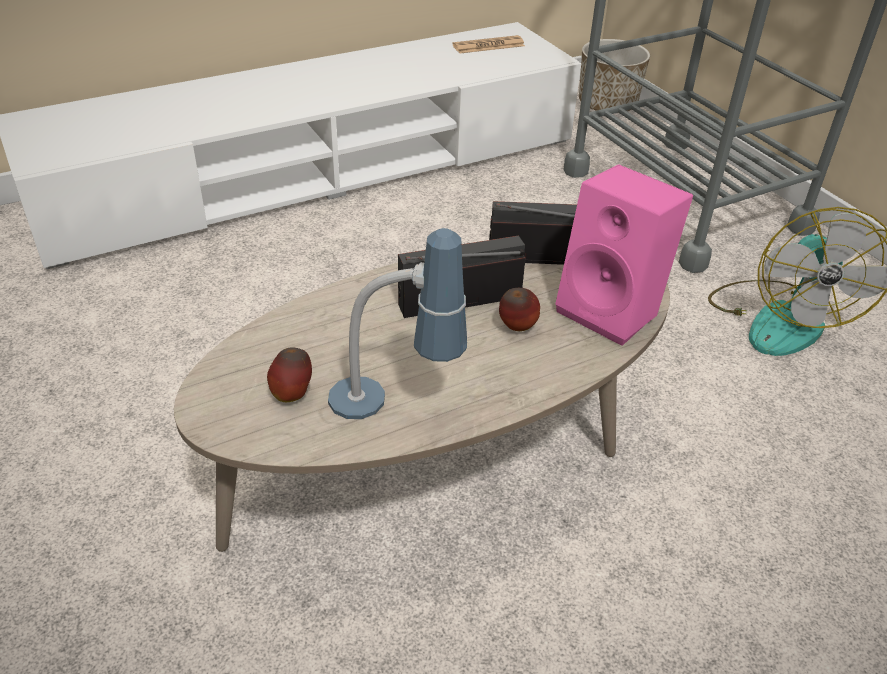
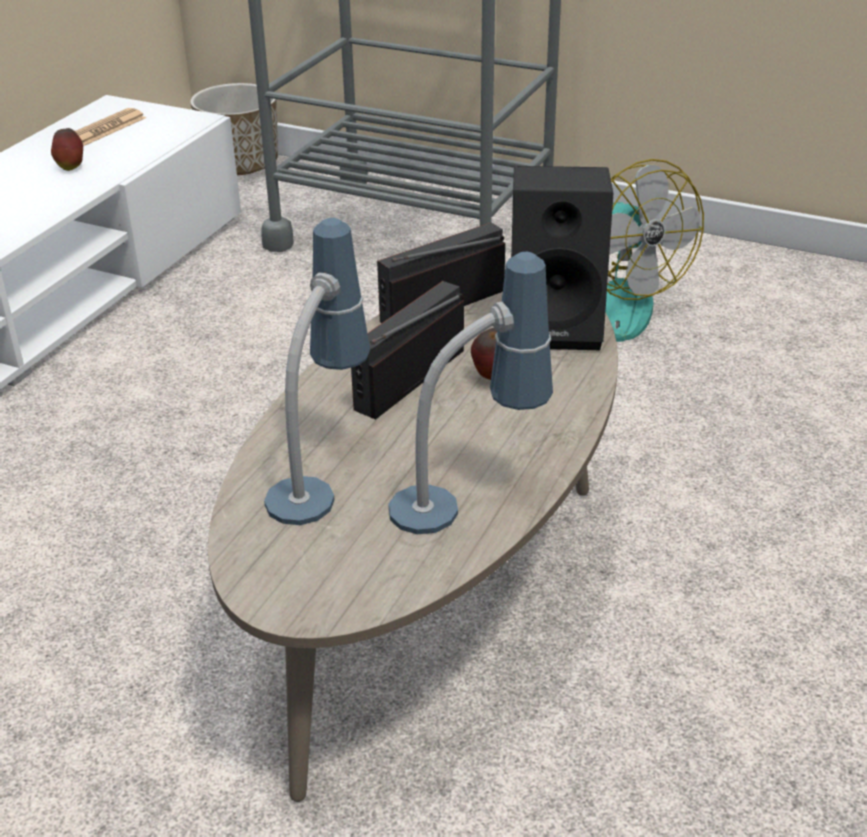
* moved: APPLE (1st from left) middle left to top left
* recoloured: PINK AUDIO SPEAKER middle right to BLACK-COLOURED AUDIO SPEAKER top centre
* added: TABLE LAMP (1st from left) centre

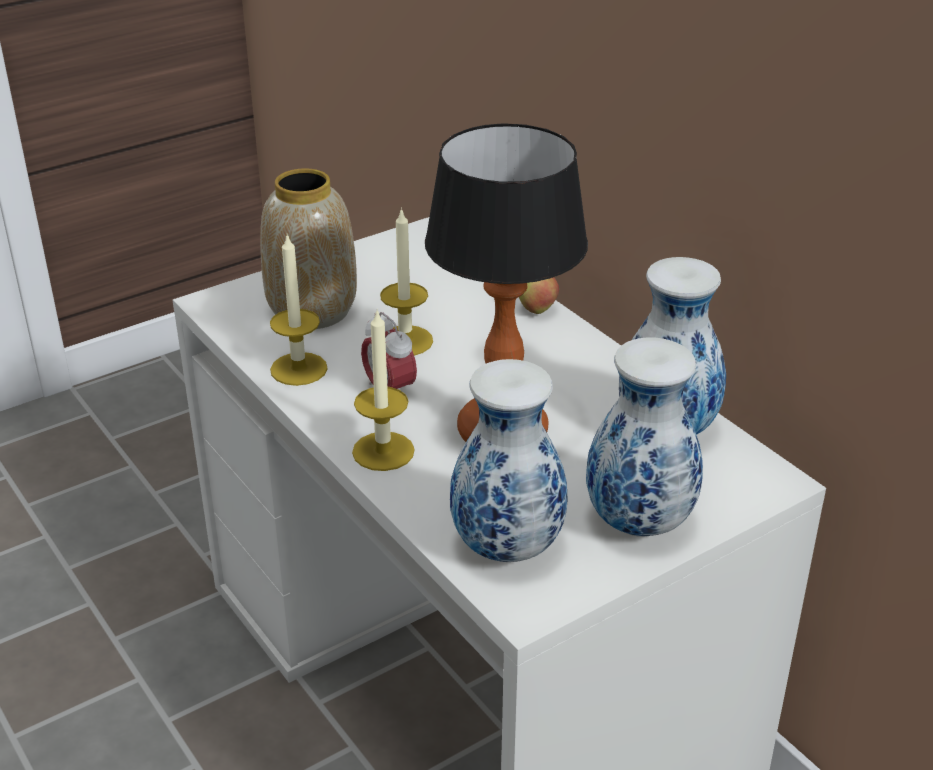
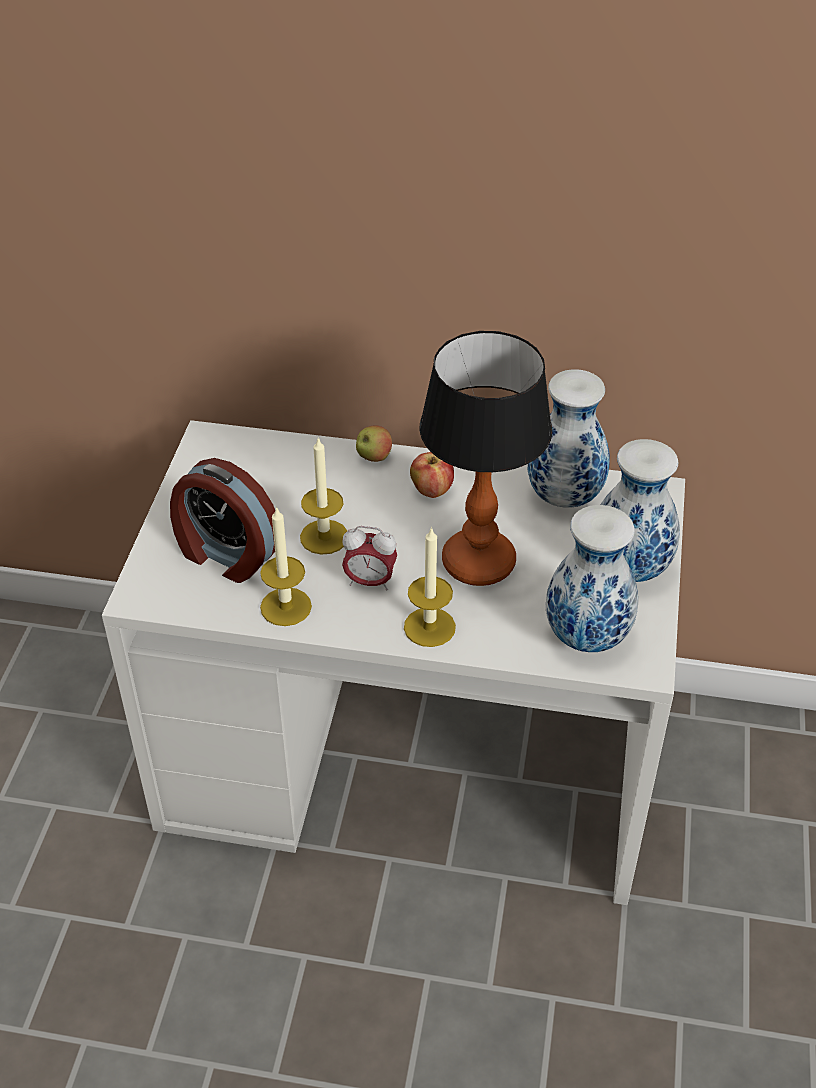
* replaced: DECORATIVE VASE (1st from left) top left to BEDSIDE CLOCK (1st from left) middle left
* added: APPLE (2nd from left) centre

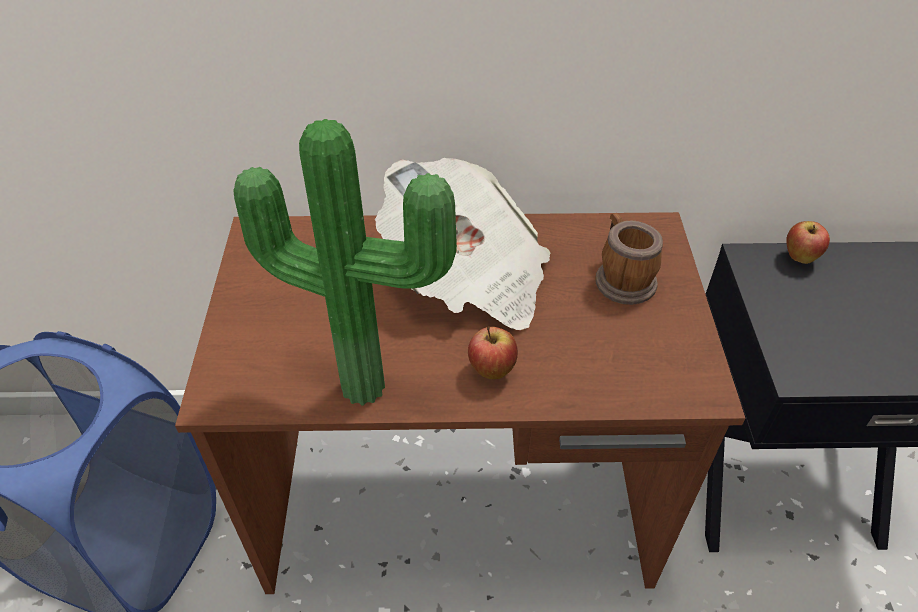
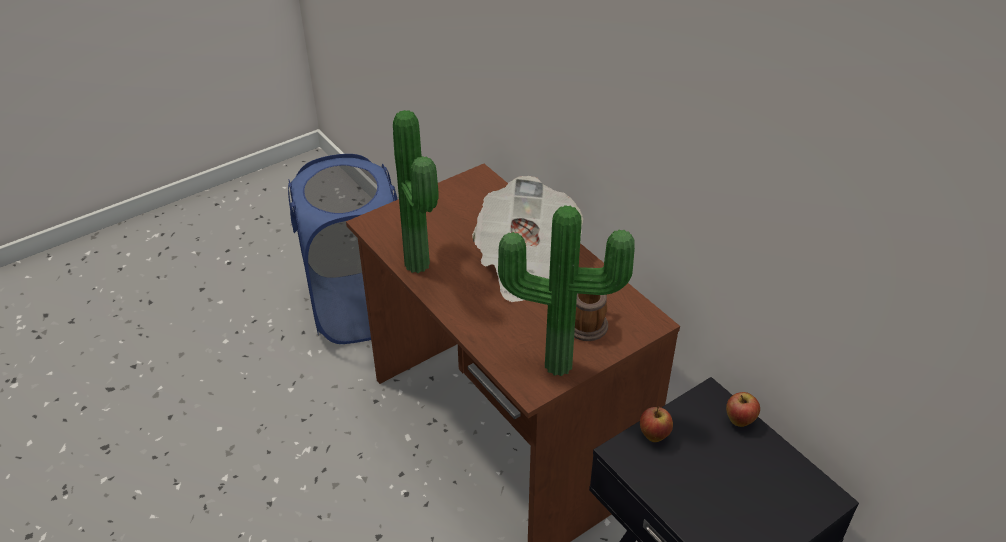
* moved: APPLE (1st from left) centre to bottom centre
* added: PLANT IN A POT (2nd from left) centre

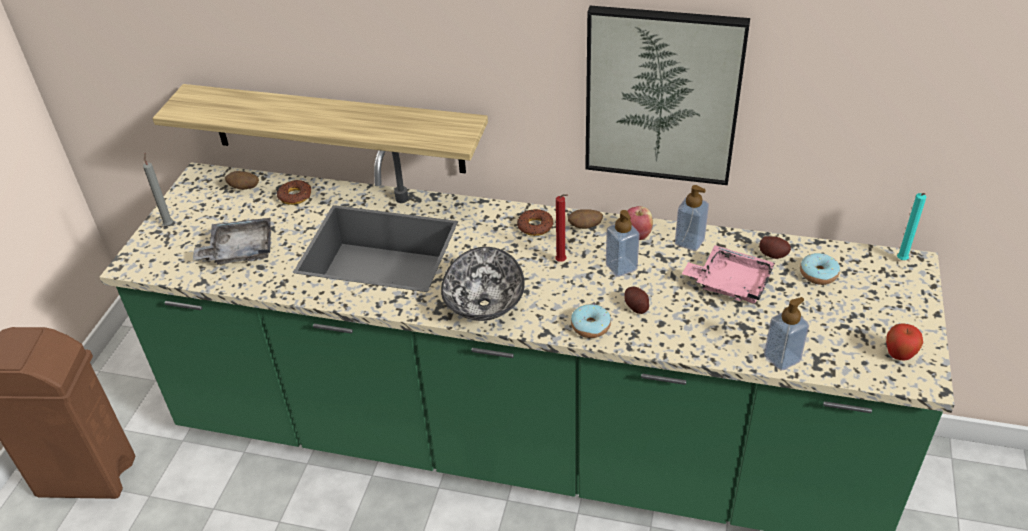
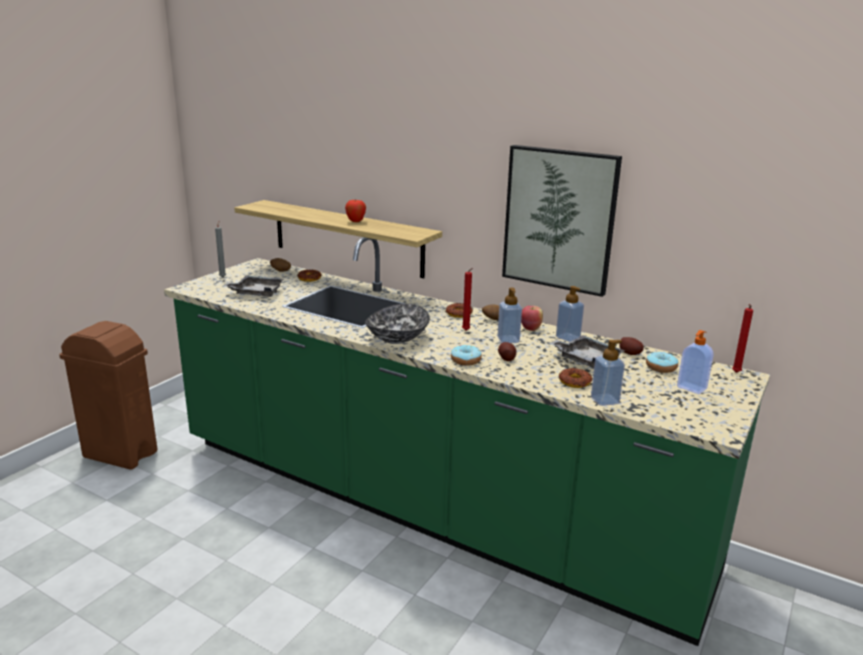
* recoloured: PINK TRAY middle right to GREYISH TRAY (2nd from left) middle right
* moved: APPLE (2nd from left in the first image) middle right to APPLE (1st from left) top centre
* recoloured: BLUE-GREEN WAX LIGHT middle right to RED WAX LIGHT (2nd from left) middle right
* added: RING DOUGHNUT (4th from left) centre
* added: SOAP DISPENSER (4th from left) middle right

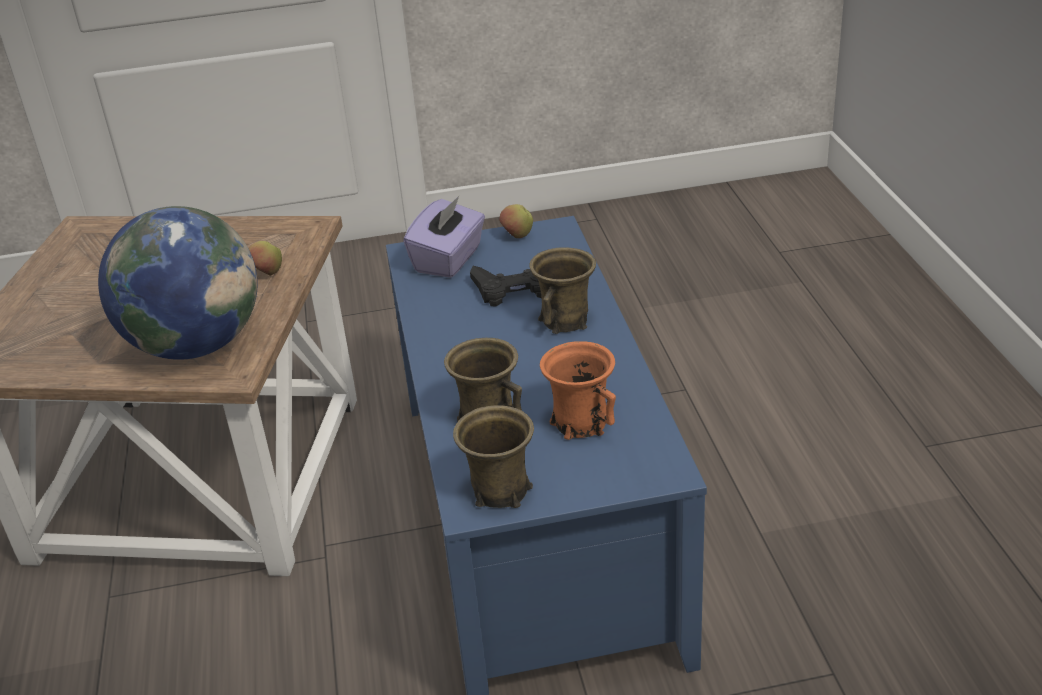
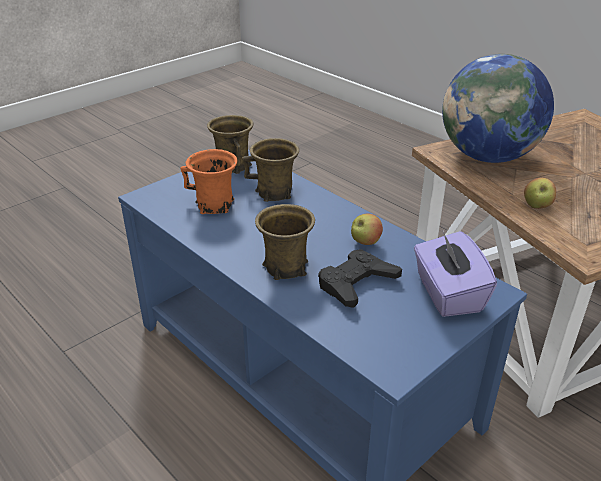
* moved: APPLE (2nd from left in the first image) top centre to APPLE (1st from left) centre

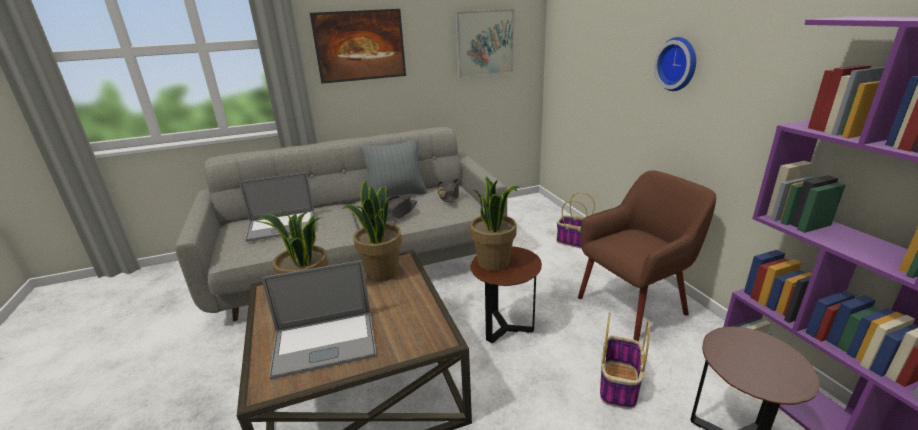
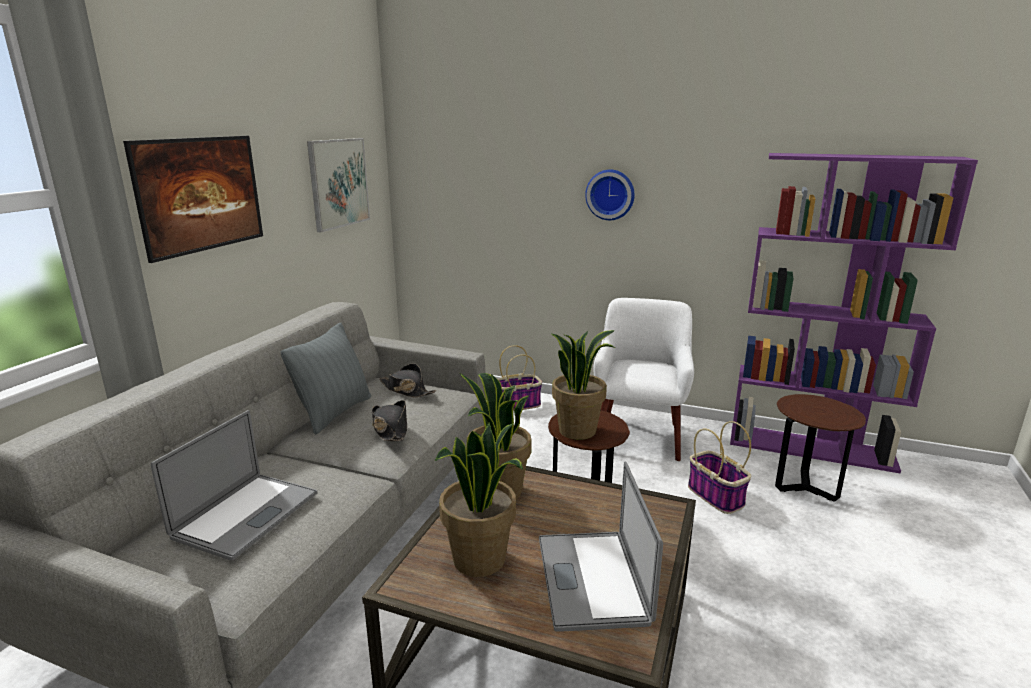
* turned: NOTEBOOK COMPUTER (2nd from left) bottom centre = bottom centre 150 degrees clockwise
* recoloured: BROWN-COLOURED LOUNGE CHAIR middle right to WHITE LOUNGE CHAIR centre

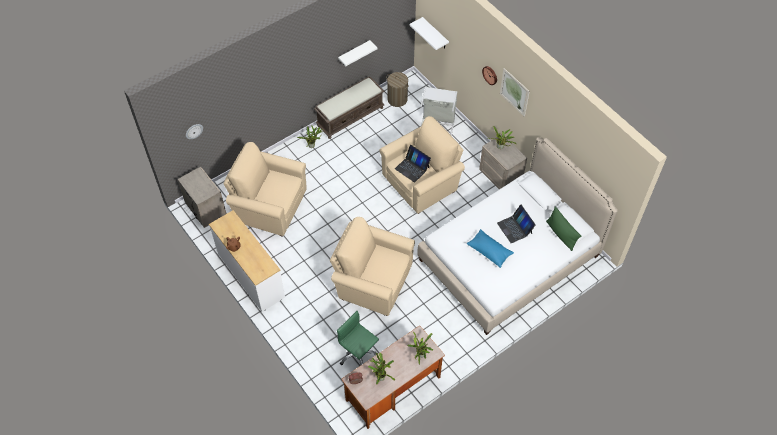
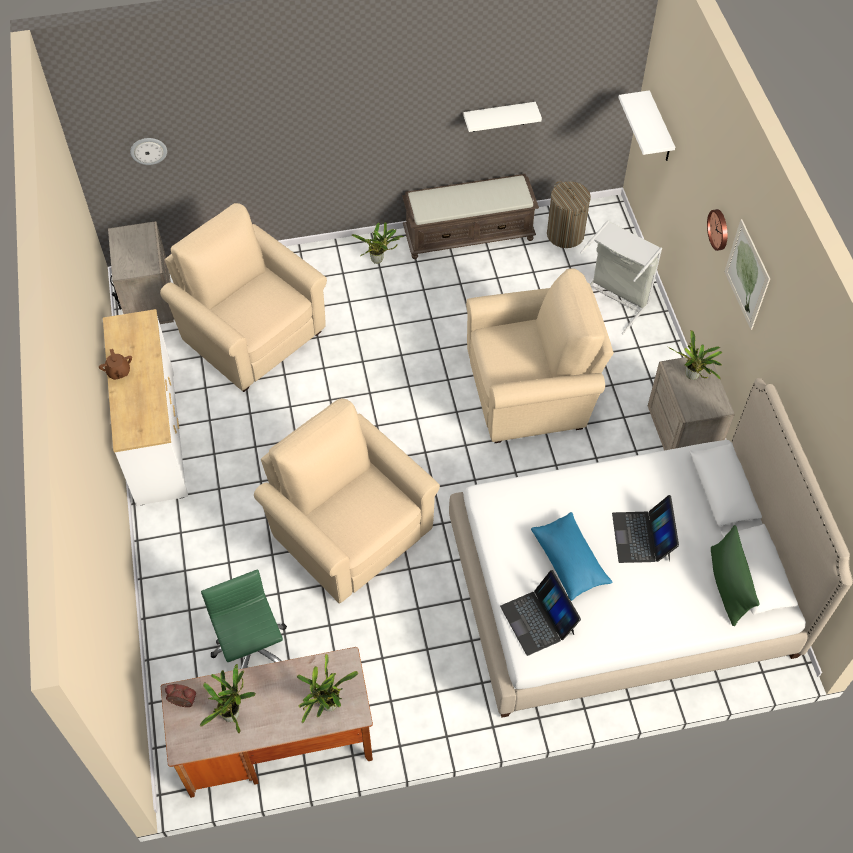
* moved: NOTEBOOK COMPUTER (1st from left) centre to bottom centre

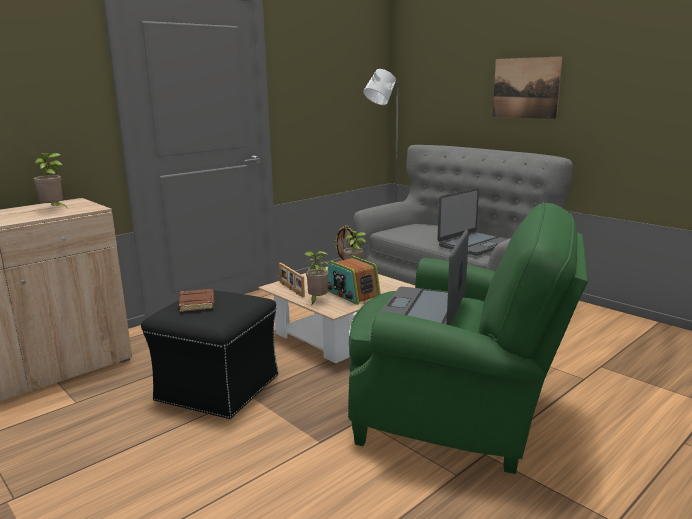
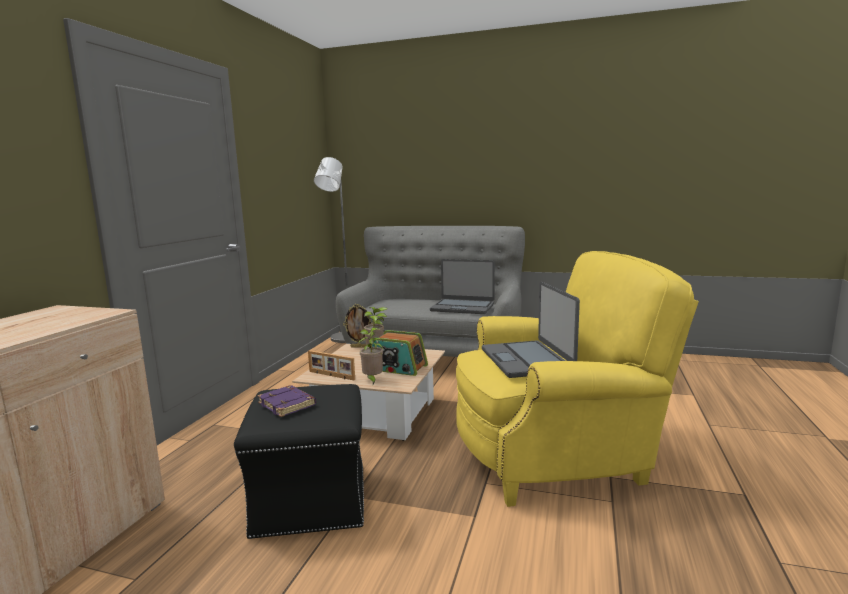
* removed: PLANT IN A POT (1st from left) middle left
* recoloured: BROWN-COLOURED BOUND BOOK middle left to PURPLISH BOUND BOOK bottom centre
* recoloured: GREENISH LOUNGE CHAIR middle right to YELLOW-COLOURED LOUNGE CHAIR middle right
* turned: NOTEBOOK COMPUTER (2nd from left in the first image) middle right = centre 90 degrees clockwise
* removed: WALL ART top right

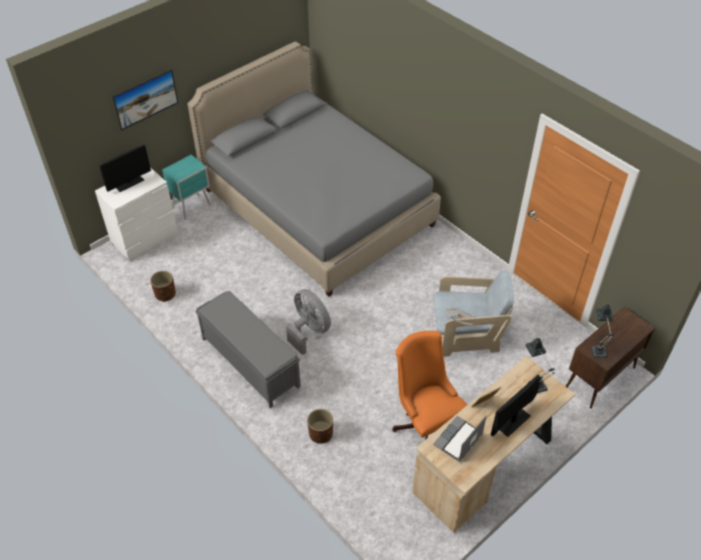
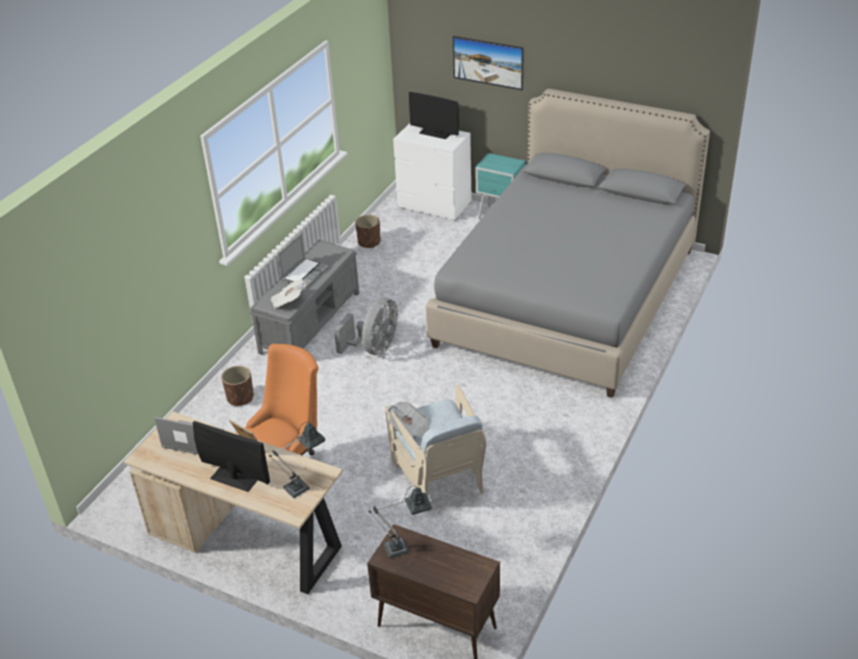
* added: NEWSPAPER (1st from left) centre
* added: NOTEBOOK COMPUTER (2nd from left) centre

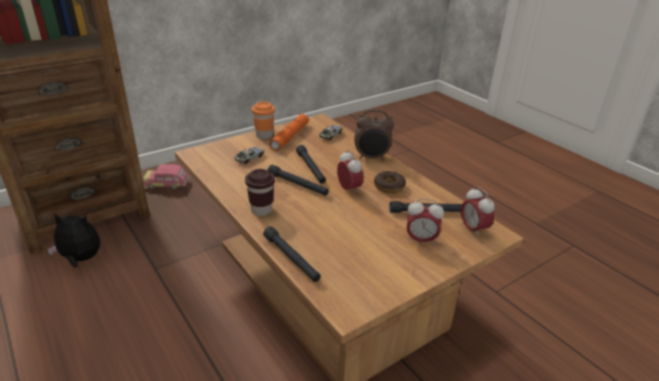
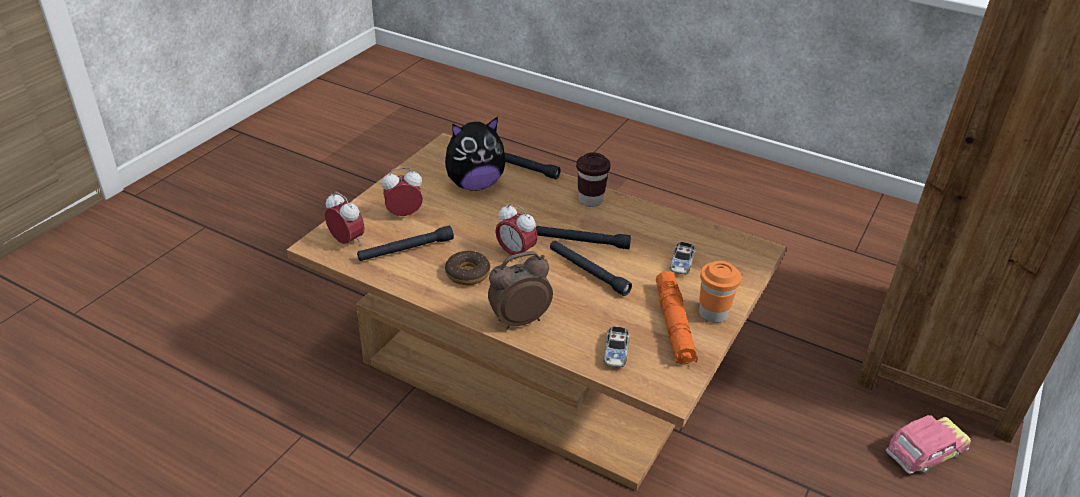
* moved: CUDDLY TOY middle left to top centre

